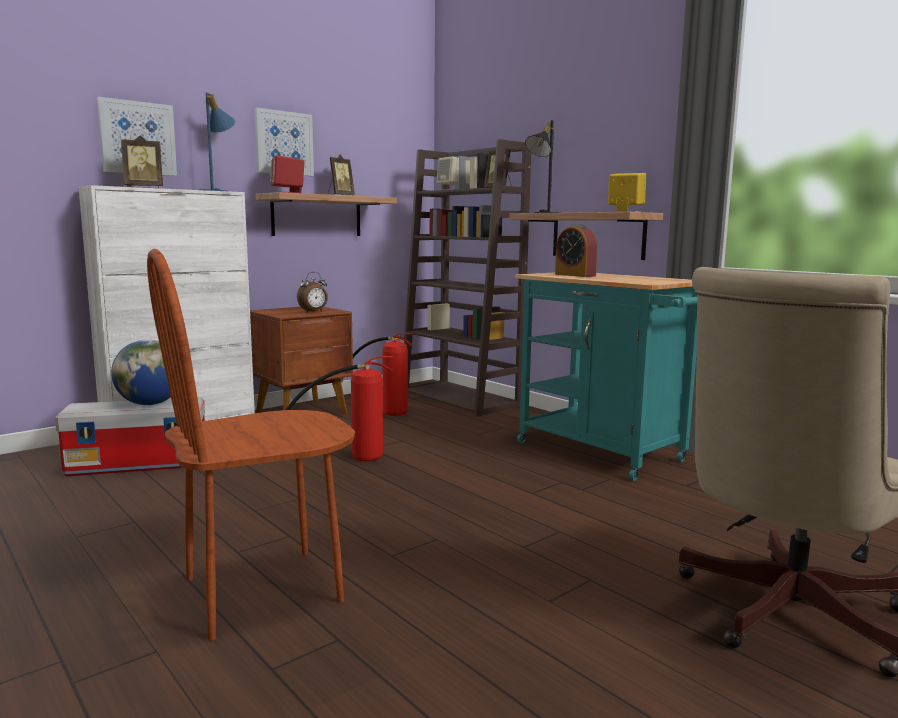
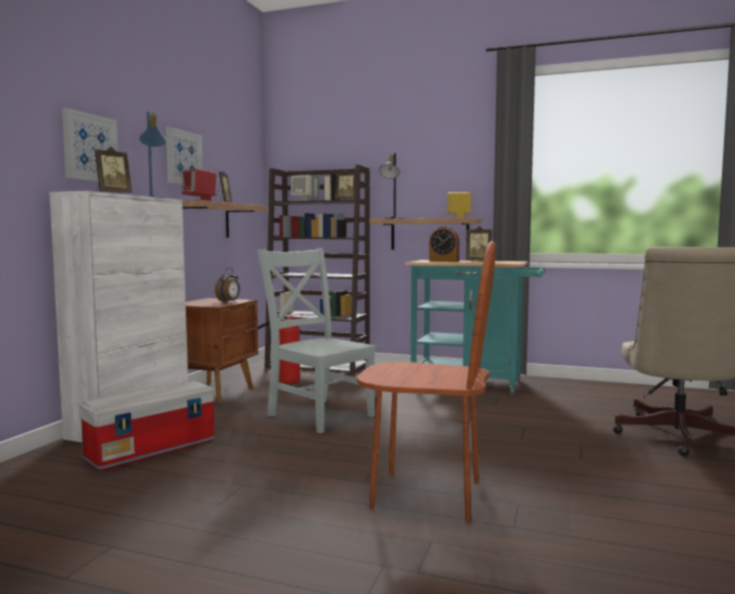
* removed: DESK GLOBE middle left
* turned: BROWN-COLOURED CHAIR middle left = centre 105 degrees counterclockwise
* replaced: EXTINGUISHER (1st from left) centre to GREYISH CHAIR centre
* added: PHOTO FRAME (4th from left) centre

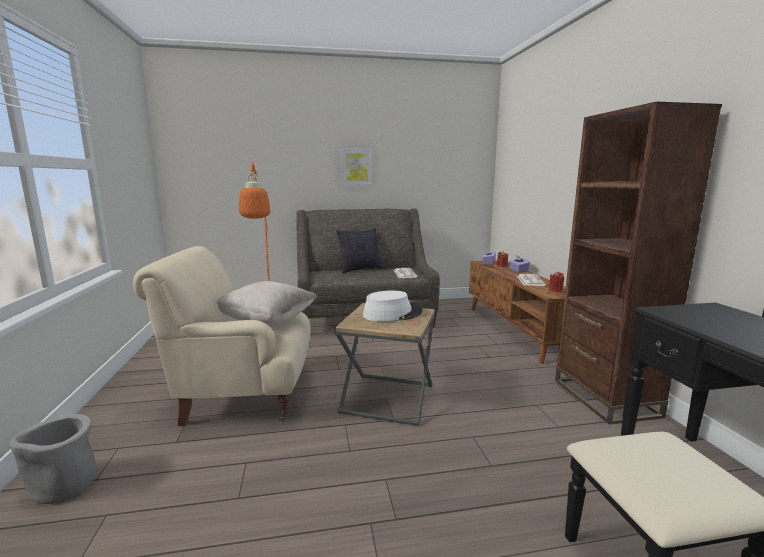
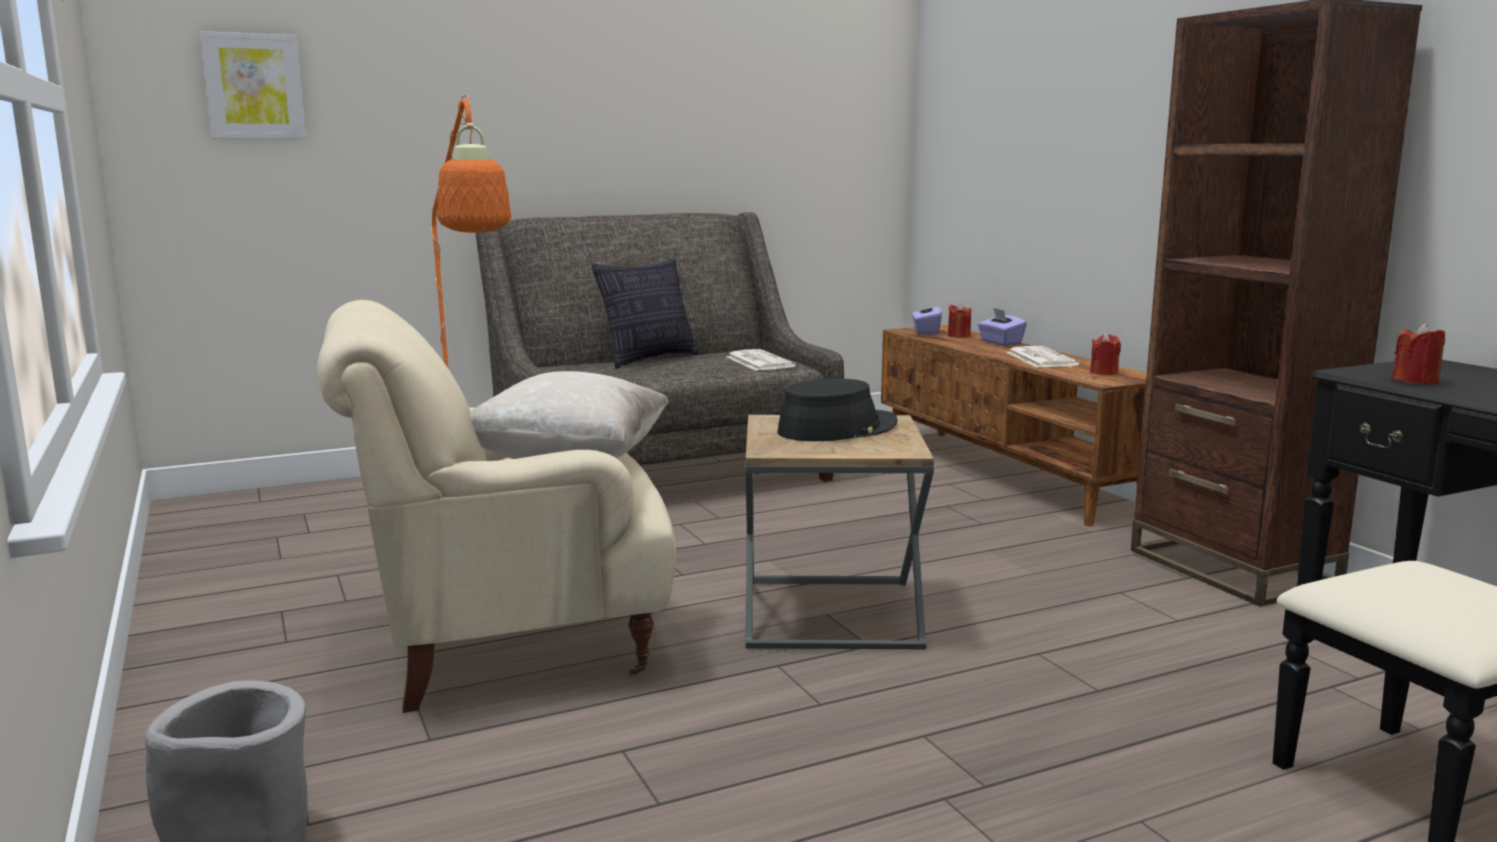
* moved: WALL ART top centre to top left
* recoloured: WHITE CLOTHING HAT centre to BLACK-COLOURED CLOTHING HAT centre
* added: RED WAX LIGHT (3rd from left) middle right

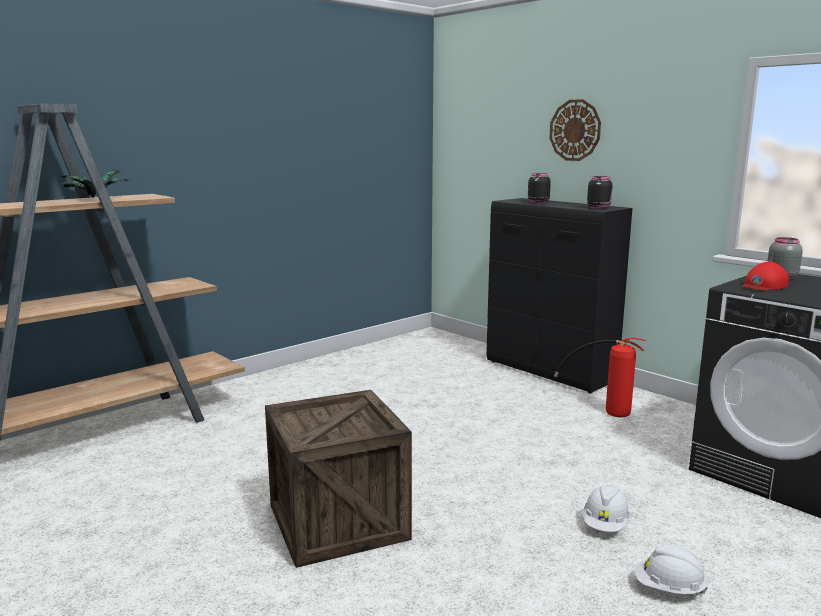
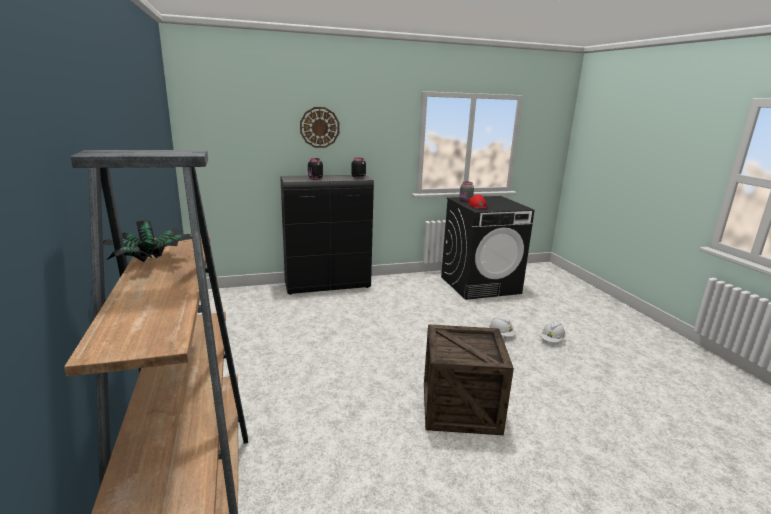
* removed: EXTINGUISHER middle right

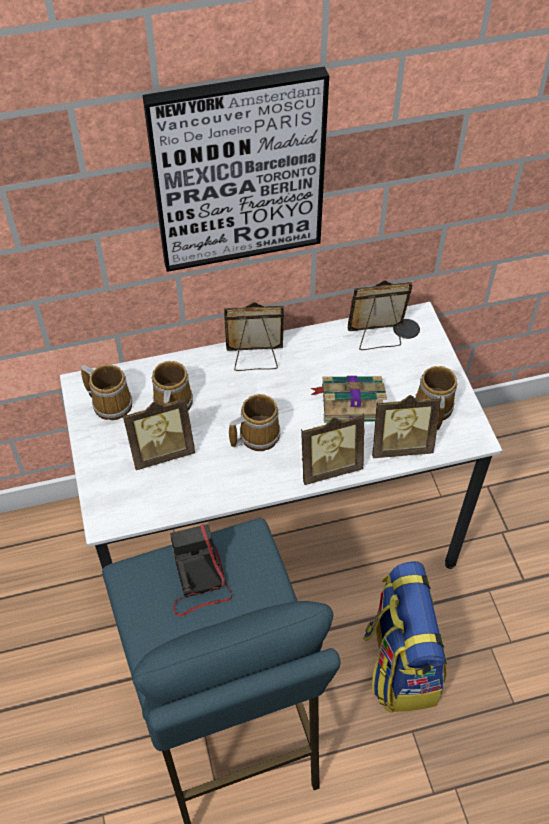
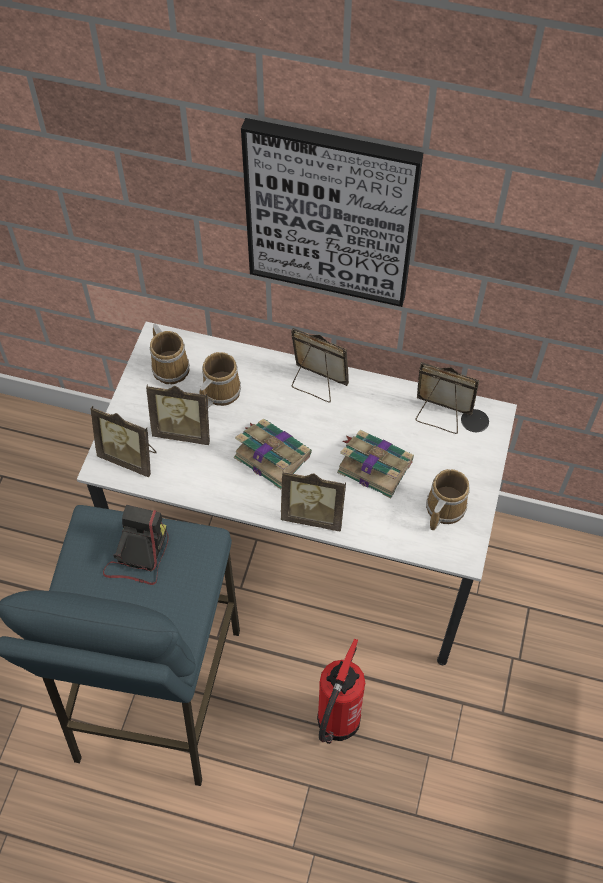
* replaced: COFFEE MUG (3rd from left) centre to BOUND BOOK (1st from left) centre
* replaced: KNAPSACK bottom right to EXTINGUISHER bottom centre
* moved: PHOTO FRAME (5th from left in the first image) middle right to PHOTO FRAME (1st from left) middle left

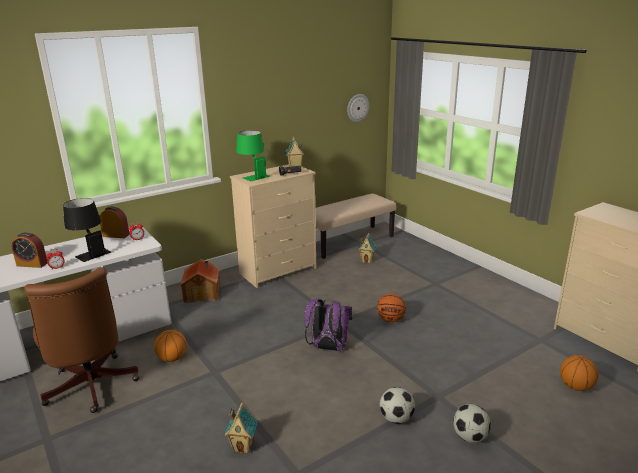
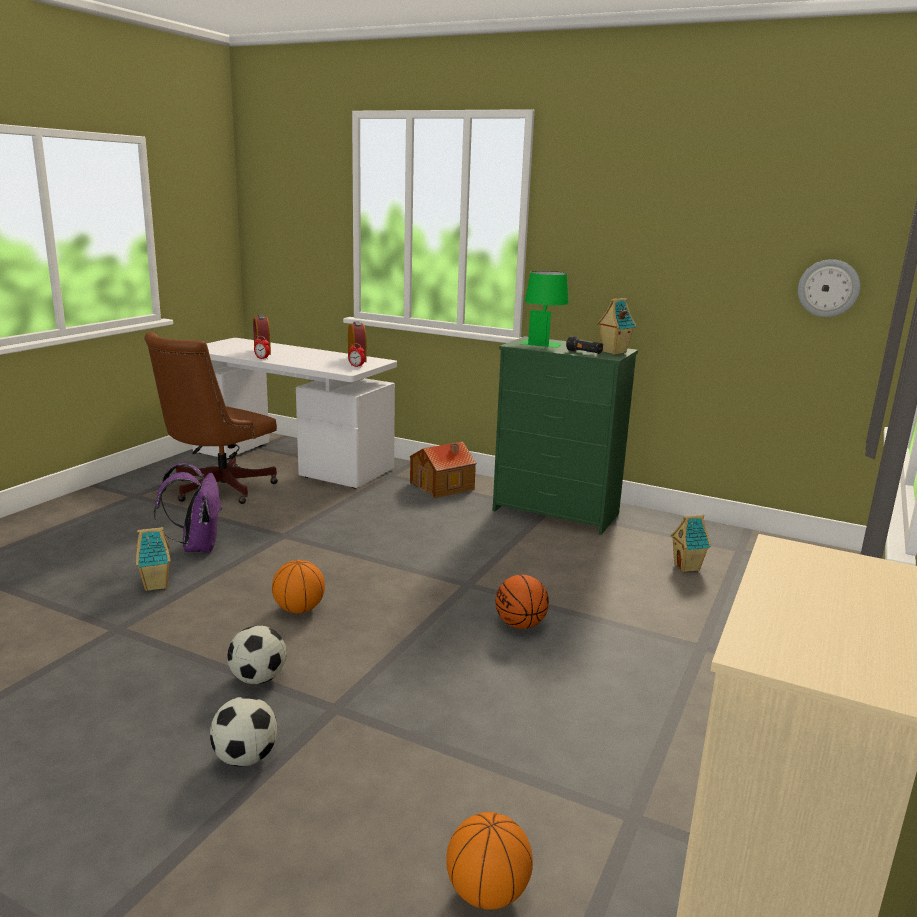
* removed: BLACK-COLOURED TABLE LAMP middle left
* moved: BASKETBALL (1st from left) bottom left to middle left
* recoloured: BEIGE CHEST OF DRAWERS (1st from left) centre to GREENISH CHEST OF DRAWERS centre
* moved: PURPLISH KNAPSACK bottom centre to middle left
* removed: BEIGE BENCH centre

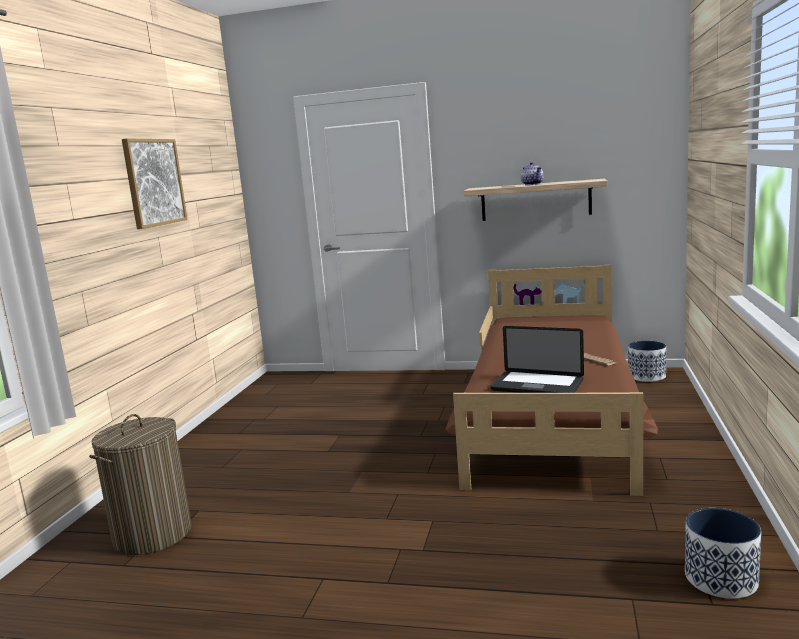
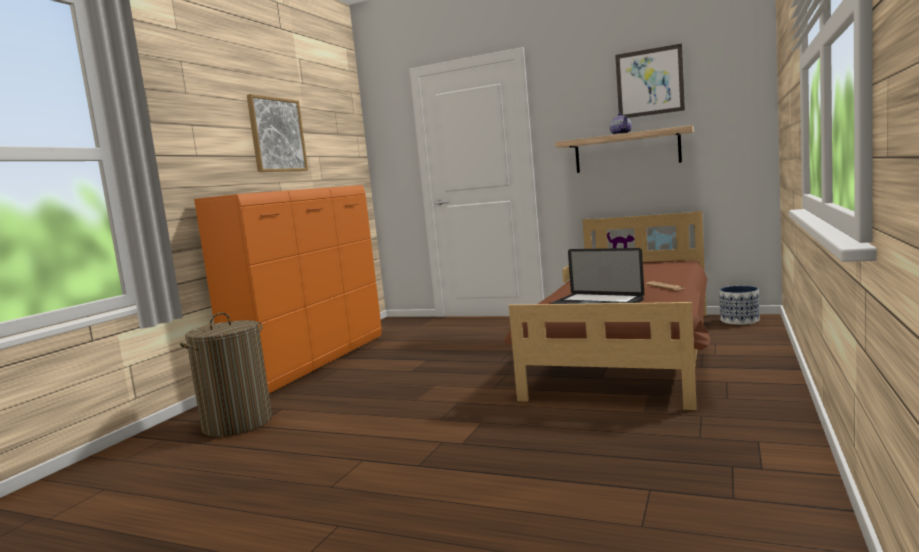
* removed: PLANTER (2nd from left) bottom right
* added: ORANGE CHEST OF DRAWERS middle left
* added: WALL ART (2nd from left) top right

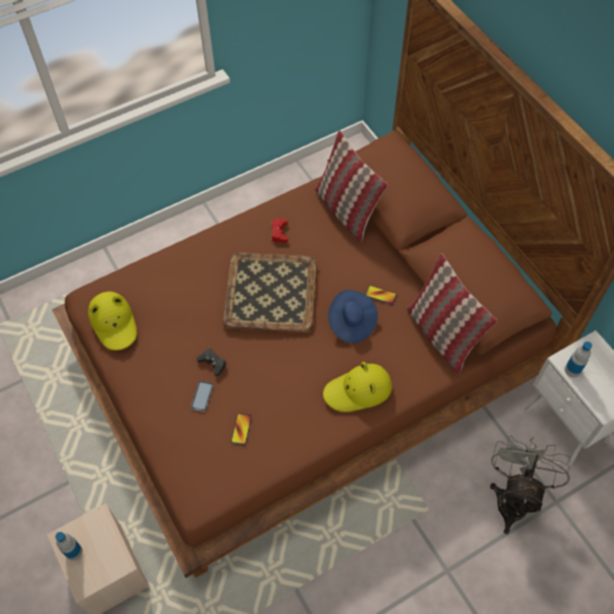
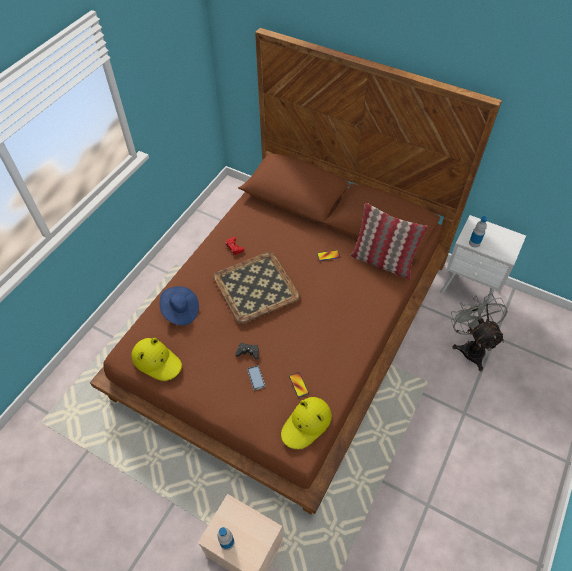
* removed: PILLOW (1st from left) top centre
* moved: YELLOW-COLOURED CLOTHING HAT (2nd from left) centre to bottom centre
* moved: BLUISH CLOTHING HAT centre to middle left

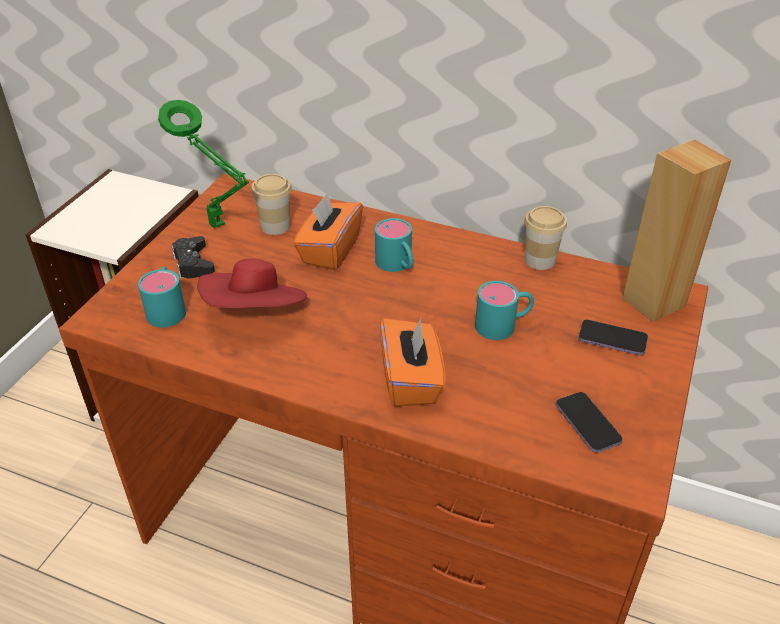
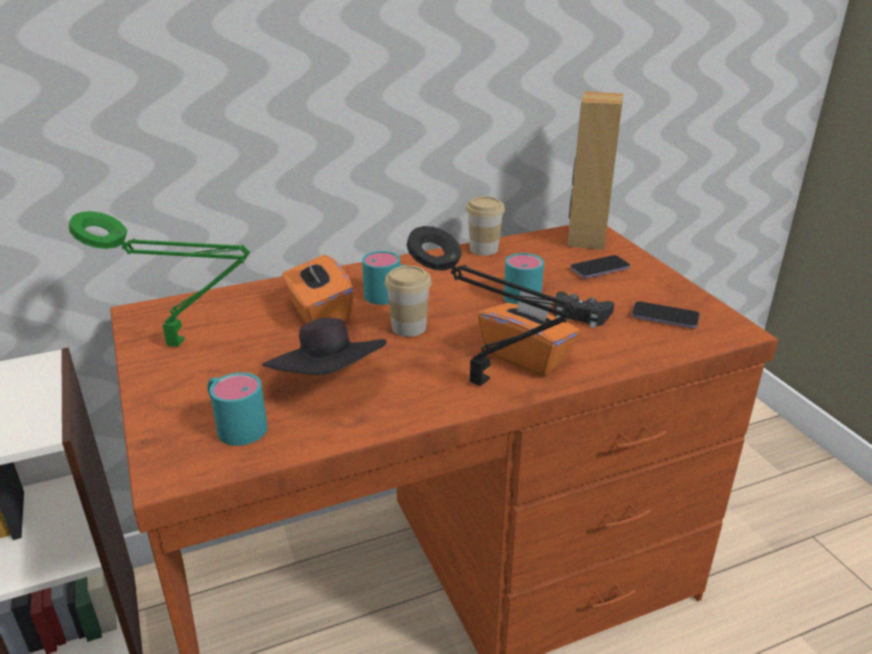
* moved: BLACK-COLOURED GAME CONTROLLER middle left to middle right
* recoloured: RED CLOTHING HAT middle left to BLACK-COLOURED CLOTHING HAT centre
* moved: SMALL CUP (1st from left) top centre to centre
* added: BLACK-COLOURED TABLE LAMP centre

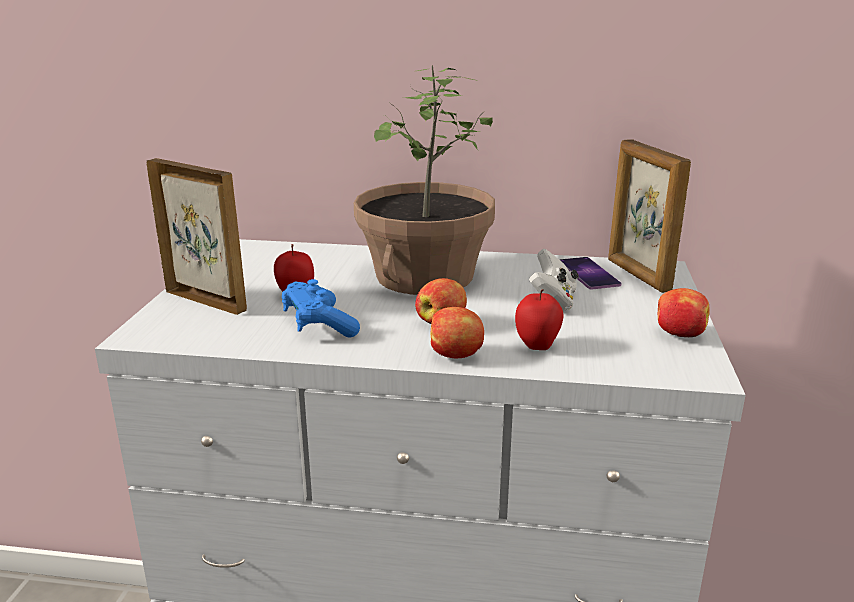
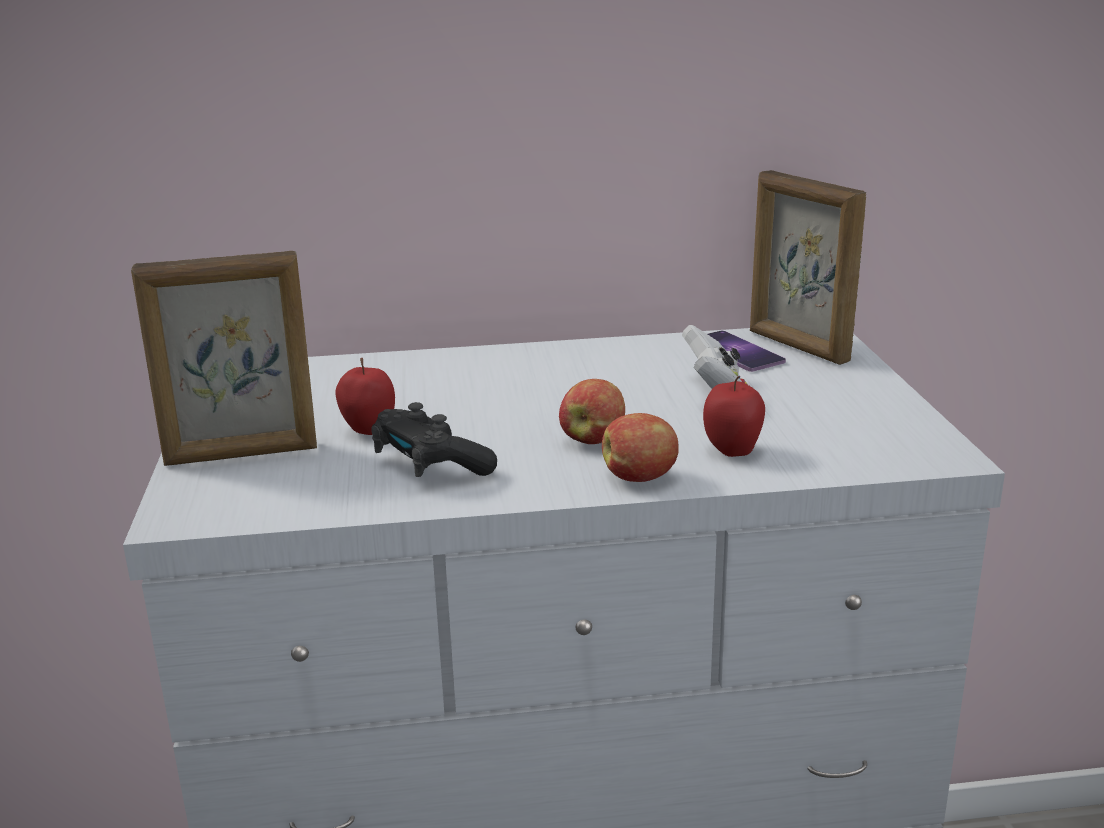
* turned: PHOTO FRAME (1st from left) middle left = middle left 150 degrees clockwise
* recoloured: BLUISH GAME CONTROLLER centre to BLACK-COLOURED GAME CONTROLLER centre
* removed: PLANT IN A POT top centre
* removed: APPLE (5th from left) middle right

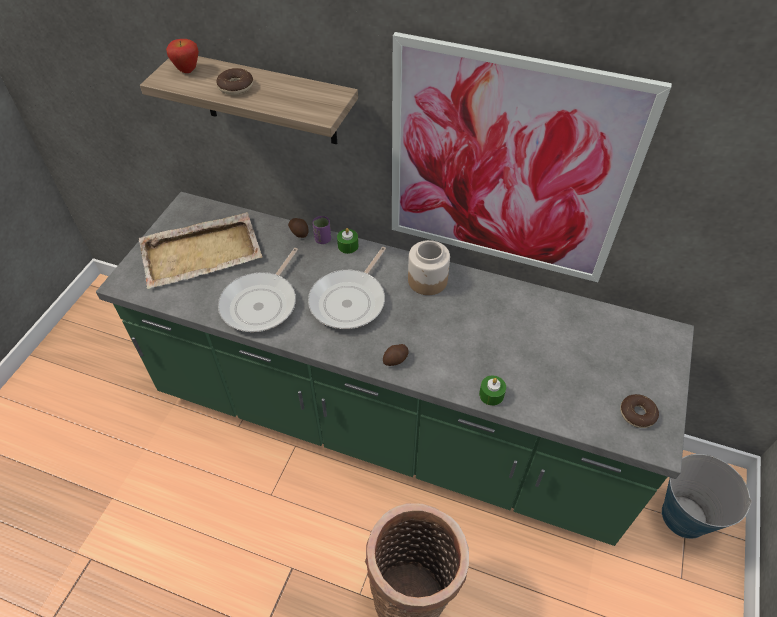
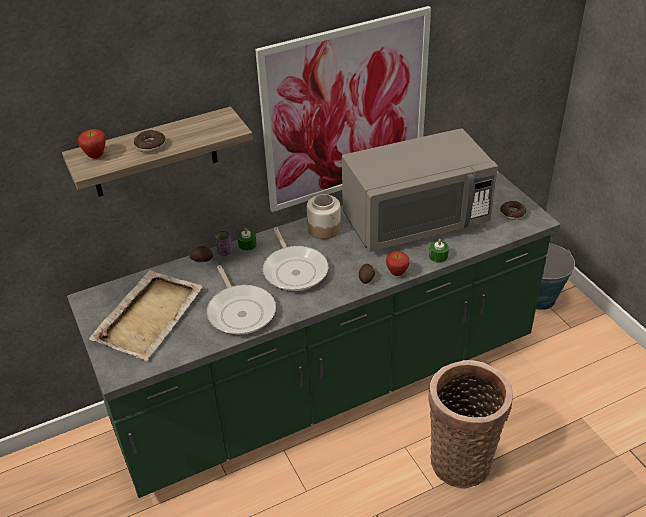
* added: GREYISH KITCHEN MICROWAVE centre
* added: APPLE (2nd from left) centre

